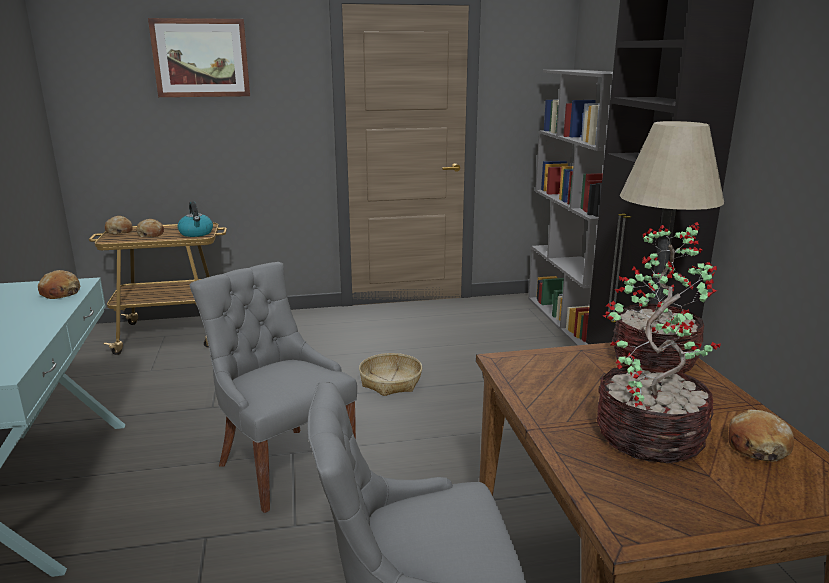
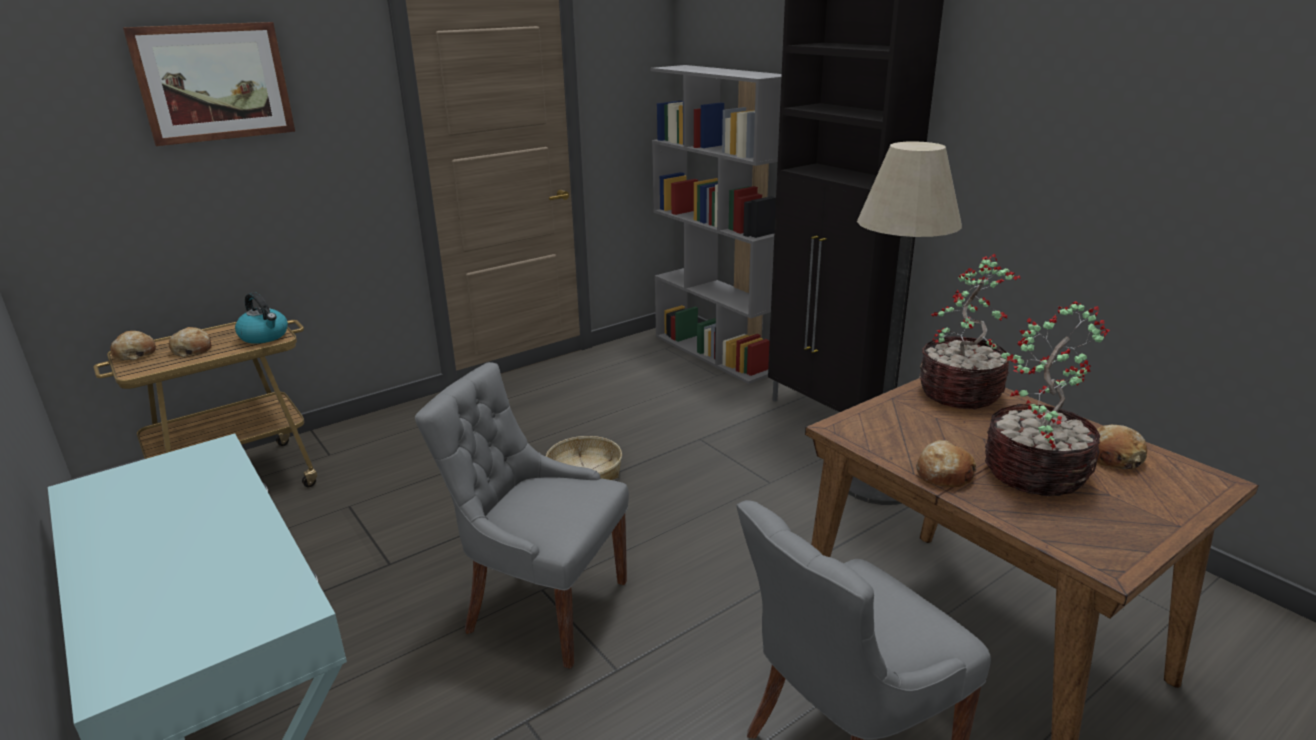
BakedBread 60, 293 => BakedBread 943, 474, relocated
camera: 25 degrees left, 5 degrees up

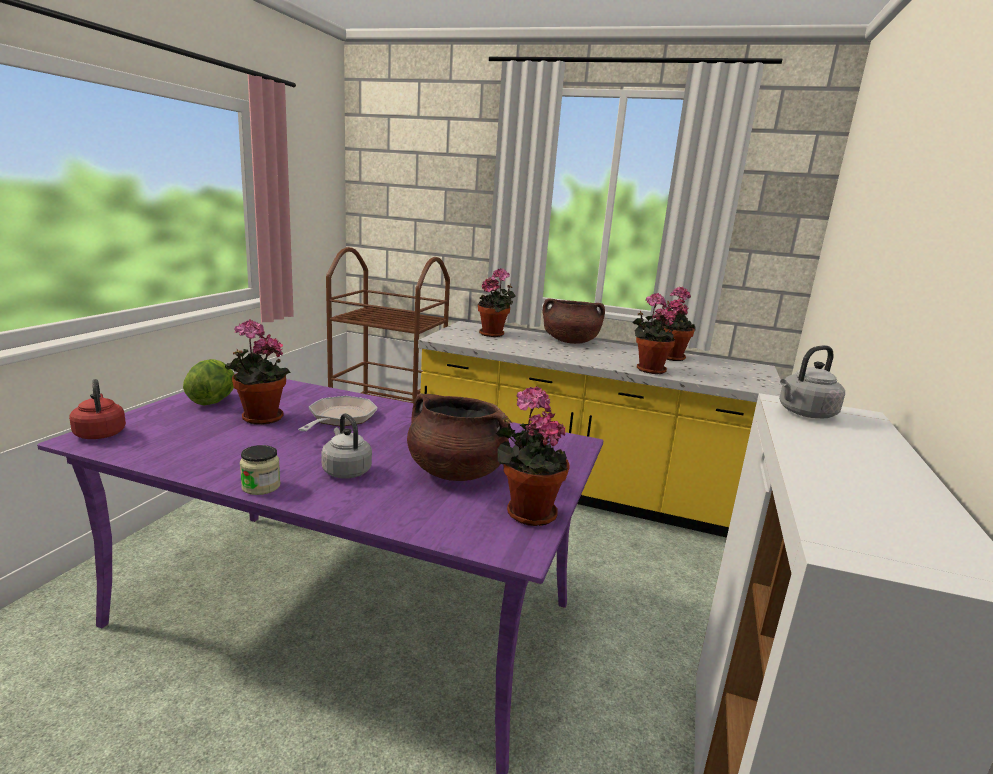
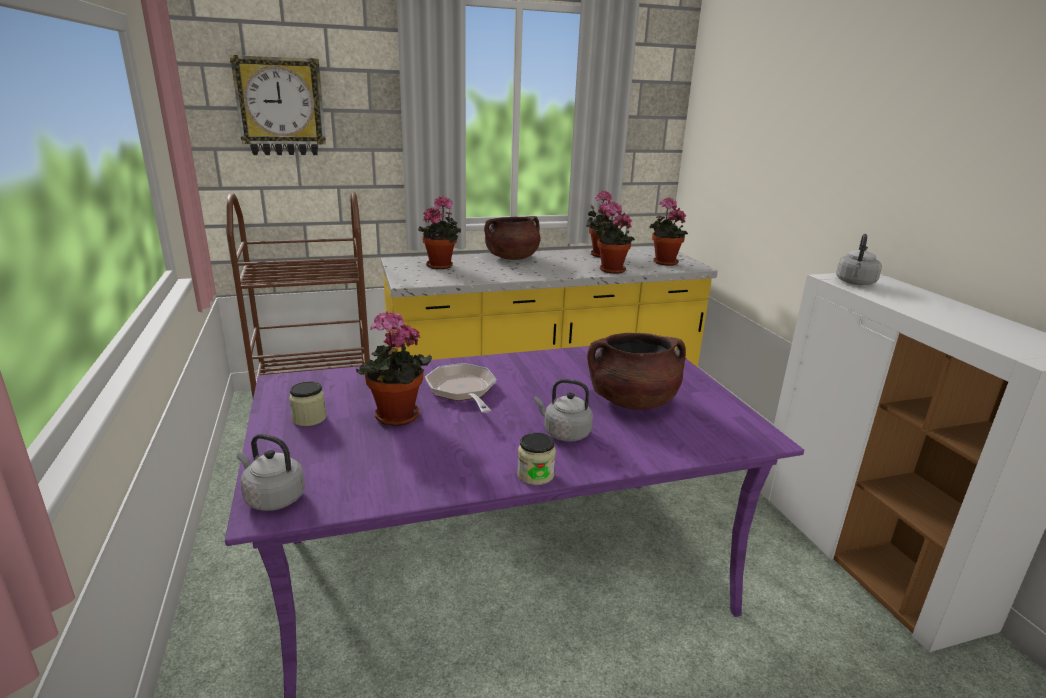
LettuceHead 213, 401 => StorageJar 309, 418
RedWaterKettle 100, 433 => GreyWaterKettle 272, 498
PlantInAPot 527, 512 => PlantInAPot 663, 262, relocated
nothing => WallClock 281, 107
camera: 35 degrees left, 5 degrees up

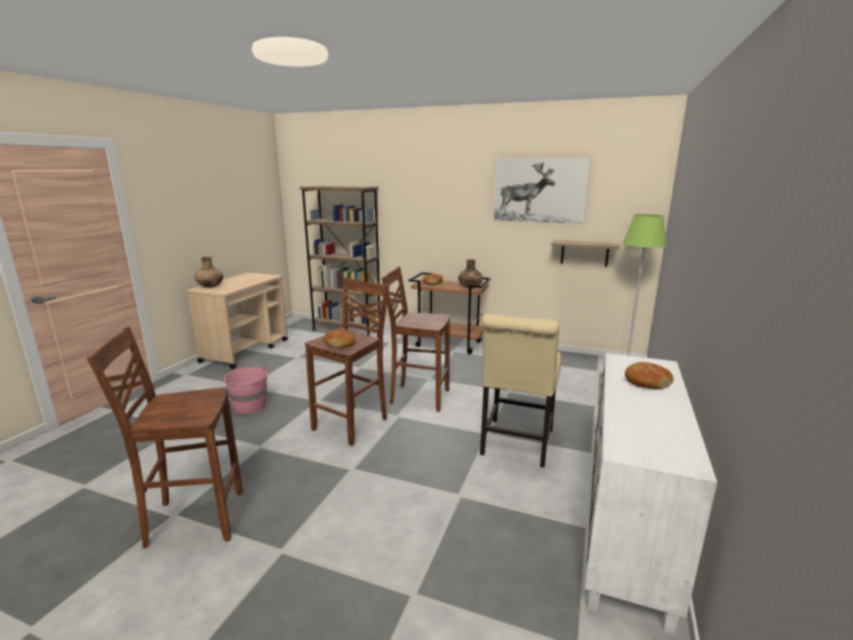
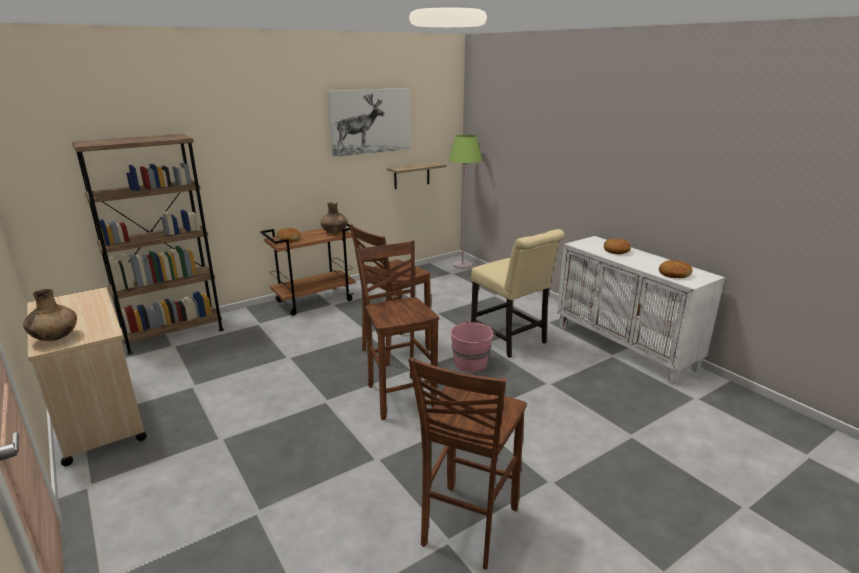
BakedBread 340, 343 => BakedBread 674, 274, relocated
PinkColouredWaterBucket 250, 406 => PinkColouredWaterBucket 471, 363, relocated
camera: 55 degrees left, 5 degrees up

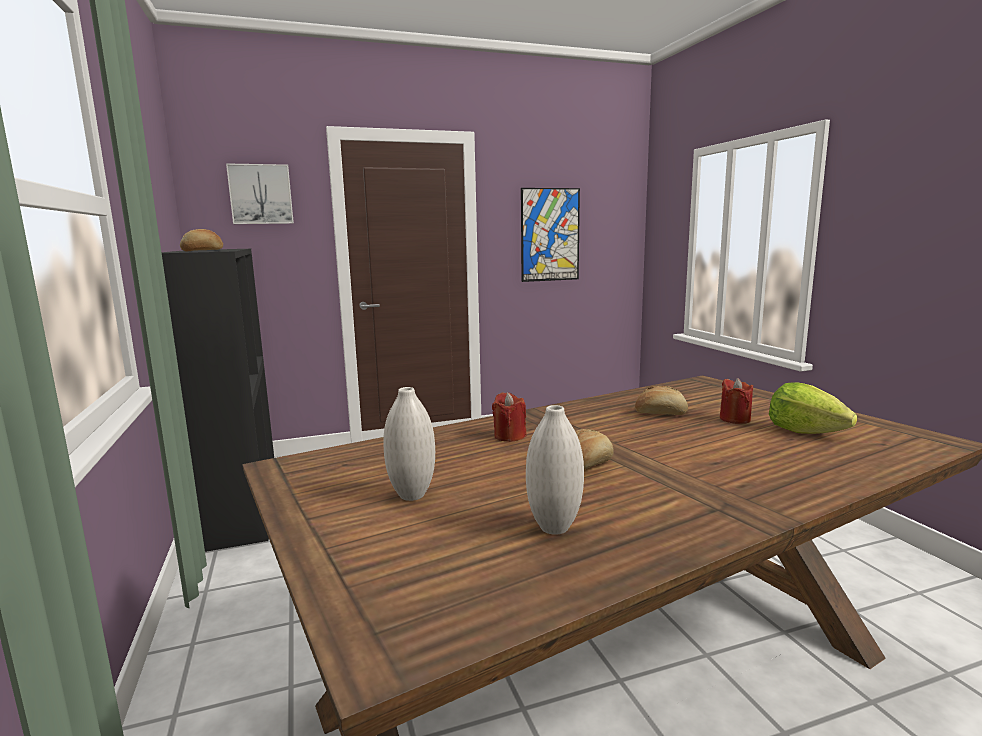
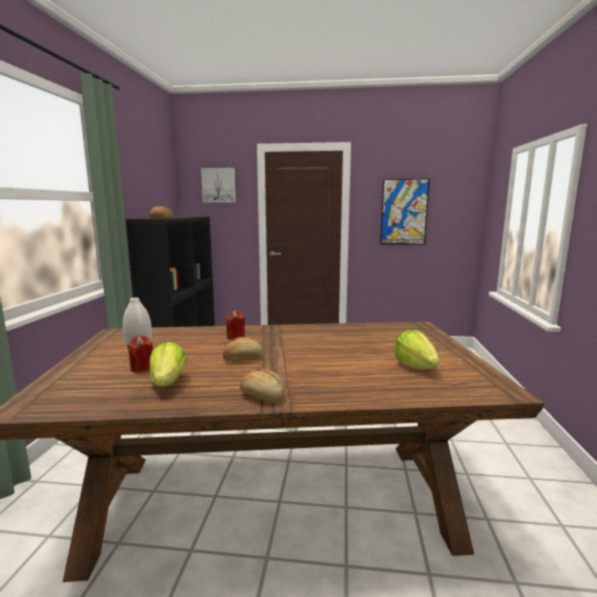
RedWaxLight 734, 419 => RedWaxLight 142, 368, relocated
BakedBread 660, 413 => BakedBread 262, 396, relocated
WhiteVase 554, 528 => LettuceHead 168, 383
camera: 25 degrees right, 0 degrees up

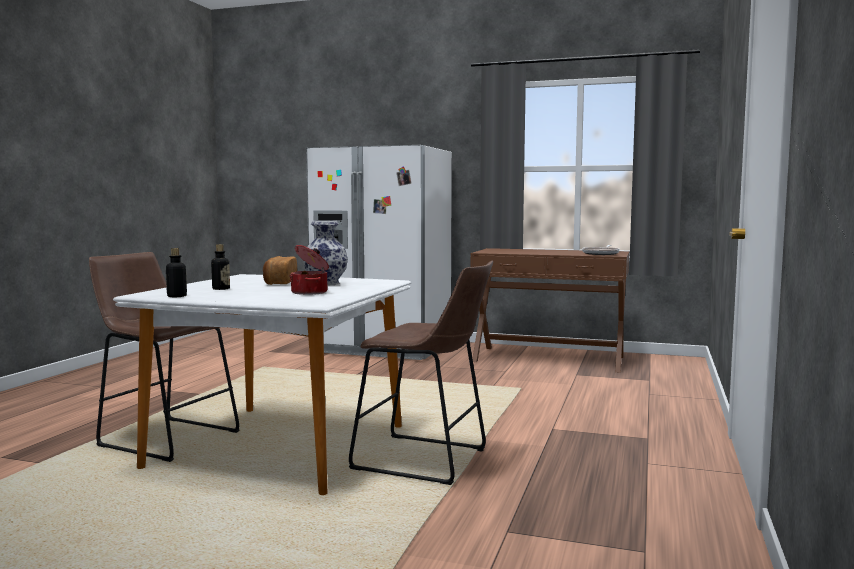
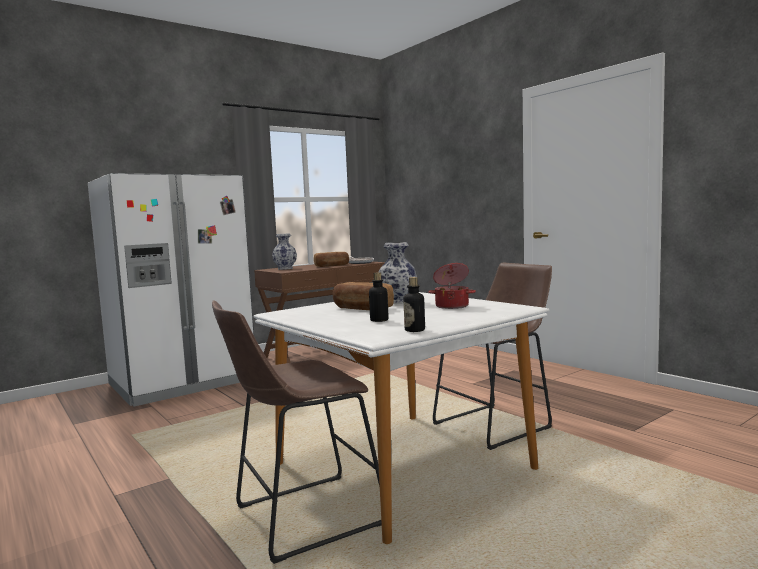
nothing => Vase 284, 268
nothing => BakedBread 332, 266
camera: 55 degrees left, 0 degrees up

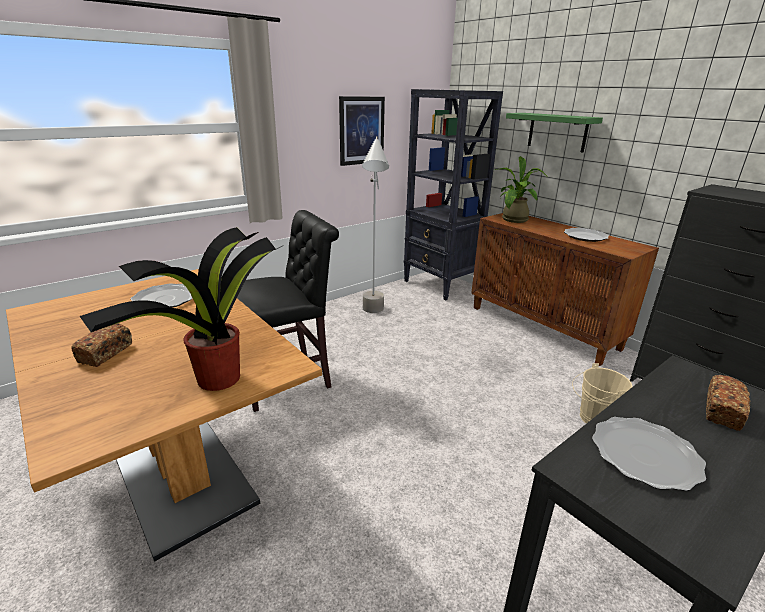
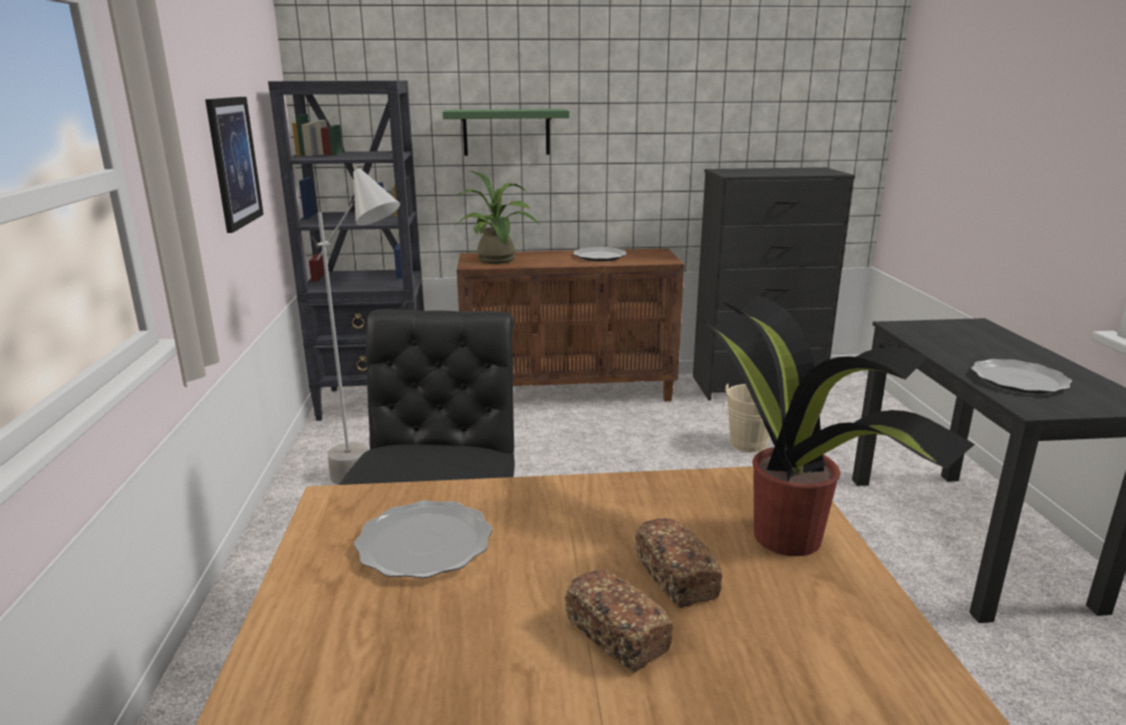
BakedBread 722, 412 => BakedBread 676, 578, relocated
camera: 55 degrees left, 5 degrees down

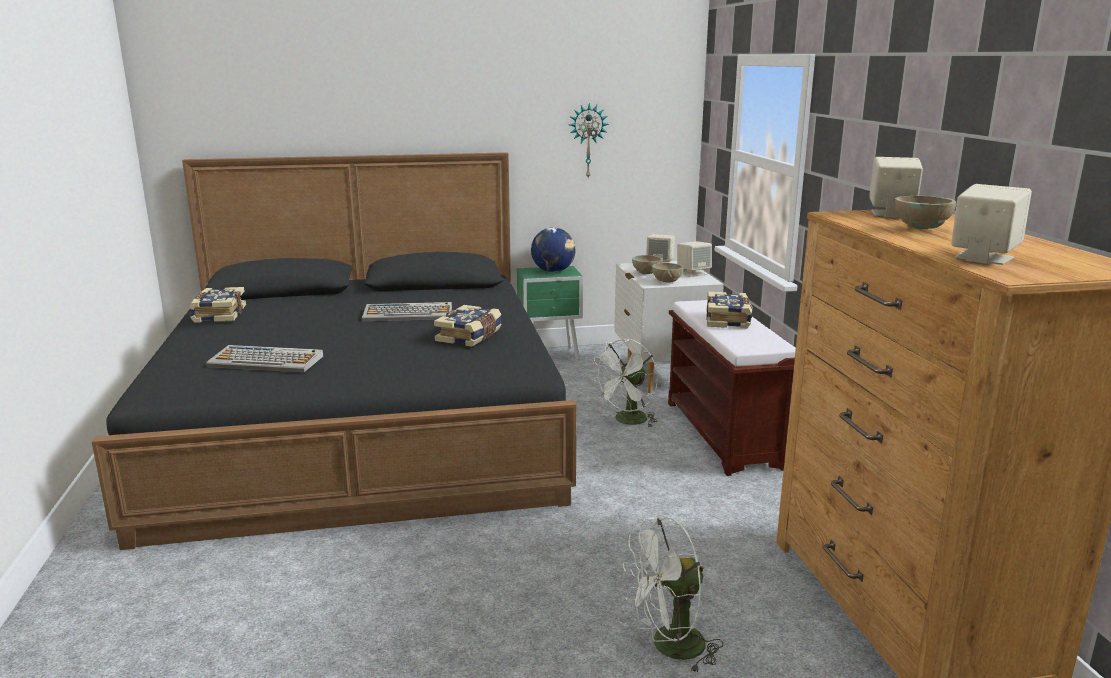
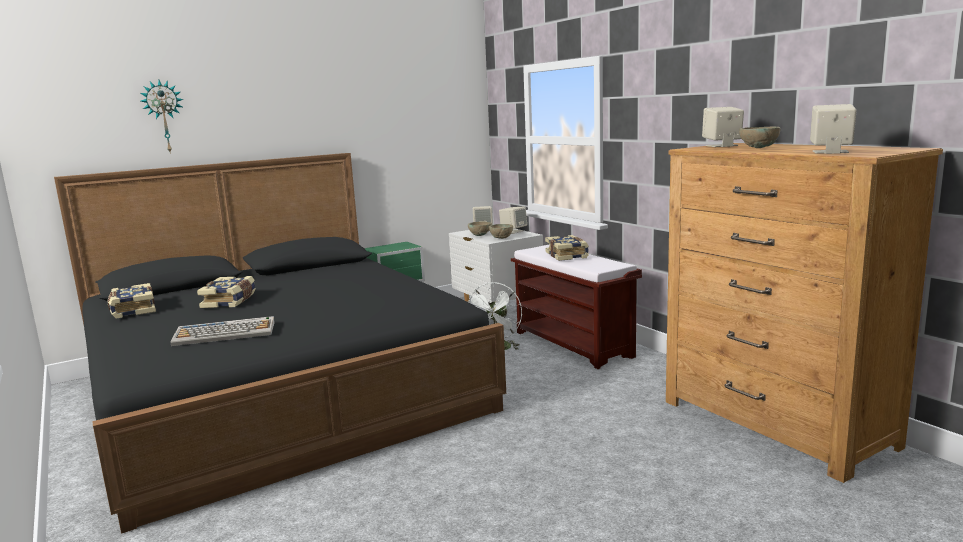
WallClock 587, 141 => WallClock 164, 116, relocated
WorldGlobe 553, 271 => nothing
Keyboard 409, 314 => nothing
Book 470, 336 => Book 230, 301, relocated
WhiteElectricFan 668, 647 => nothing
camera: 20 degrees left, 5 degrees down

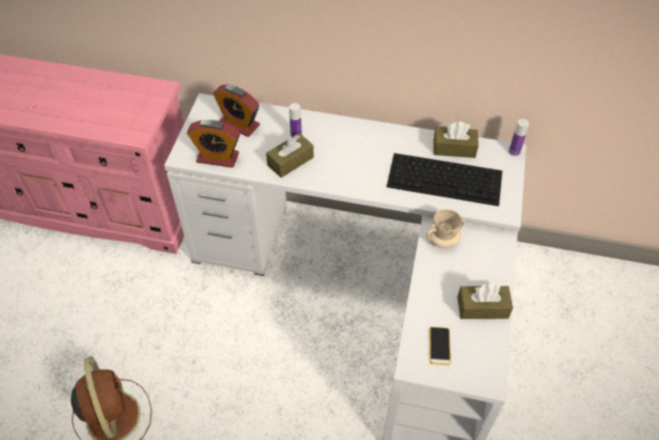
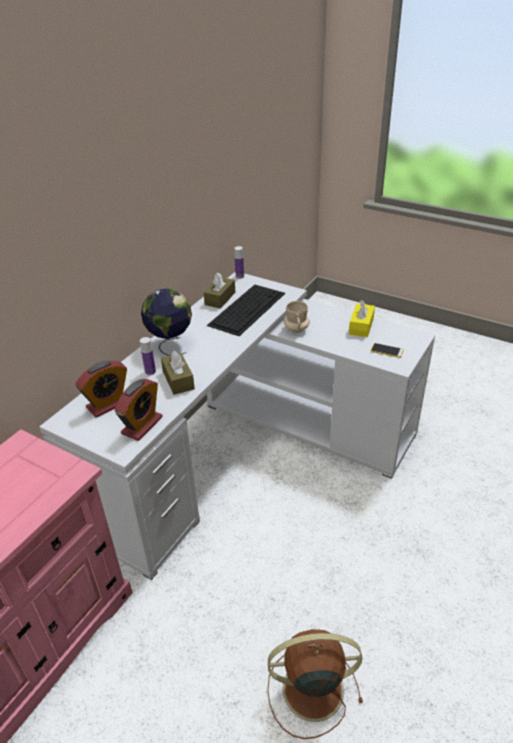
BrownishTissueHolder 482, 307 => YellowColouredTissueHolder 361, 326
nothing => WorldGlobe 170, 345
camera: 70 degrees left, 15 degrees down

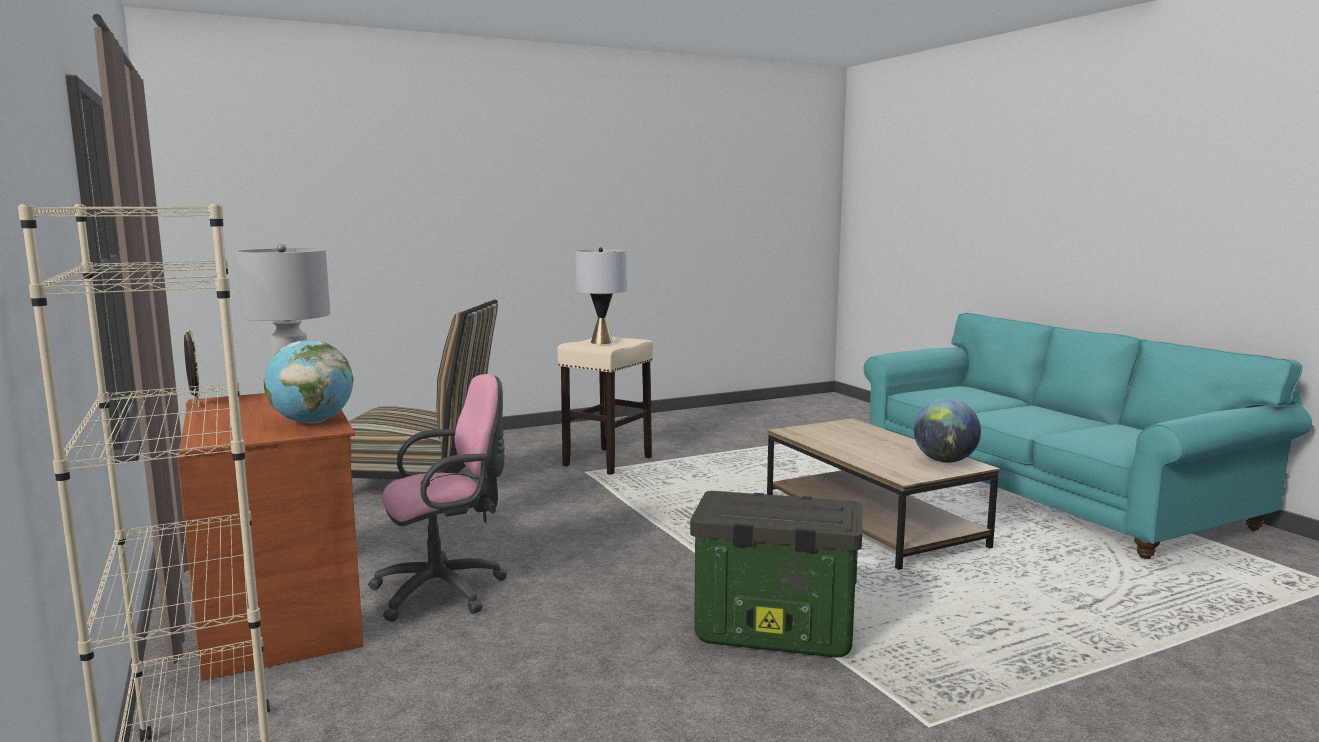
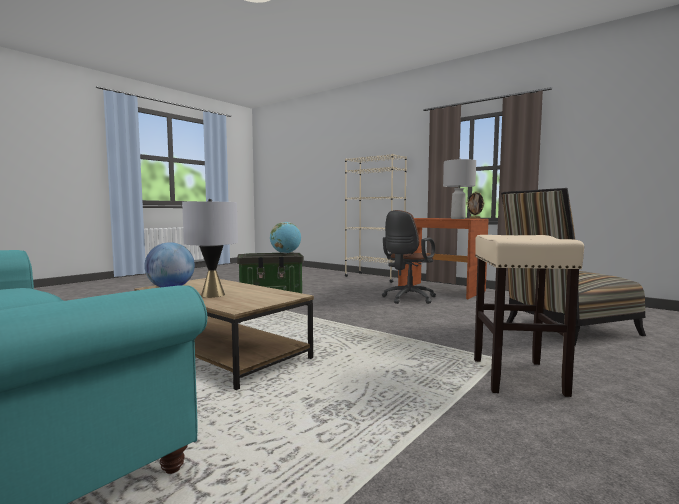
GreyTabletopLamp 602, 342 => GreyTabletopLamp 212, 295, relocated
WorldGlobe 312, 422 => WorldGlobe 285, 253, relocated
PinkColouredDeskChair 446, 591 => BrownishDeskChair 407, 299
camera: 155 degrees right, 5 degrees down

